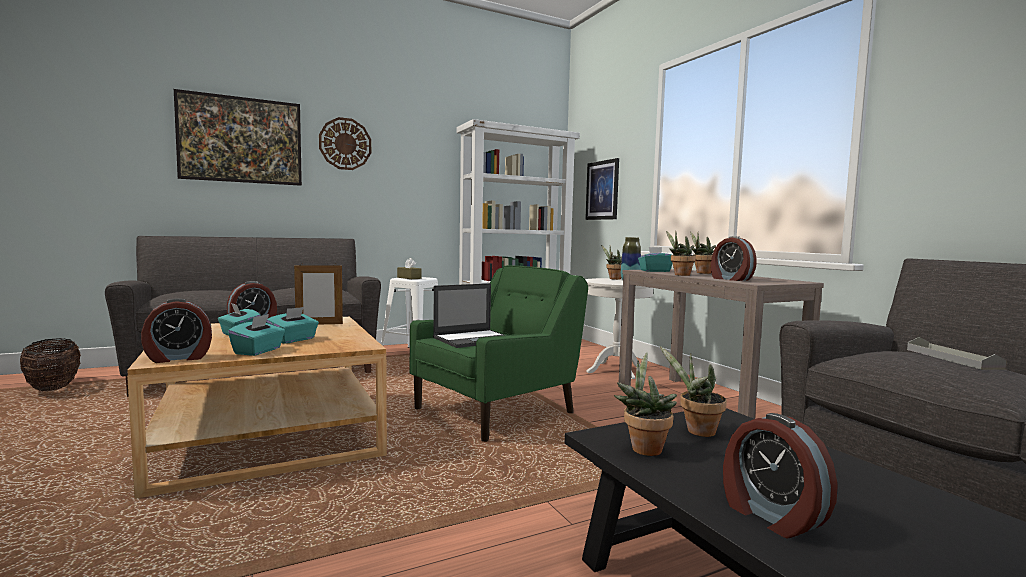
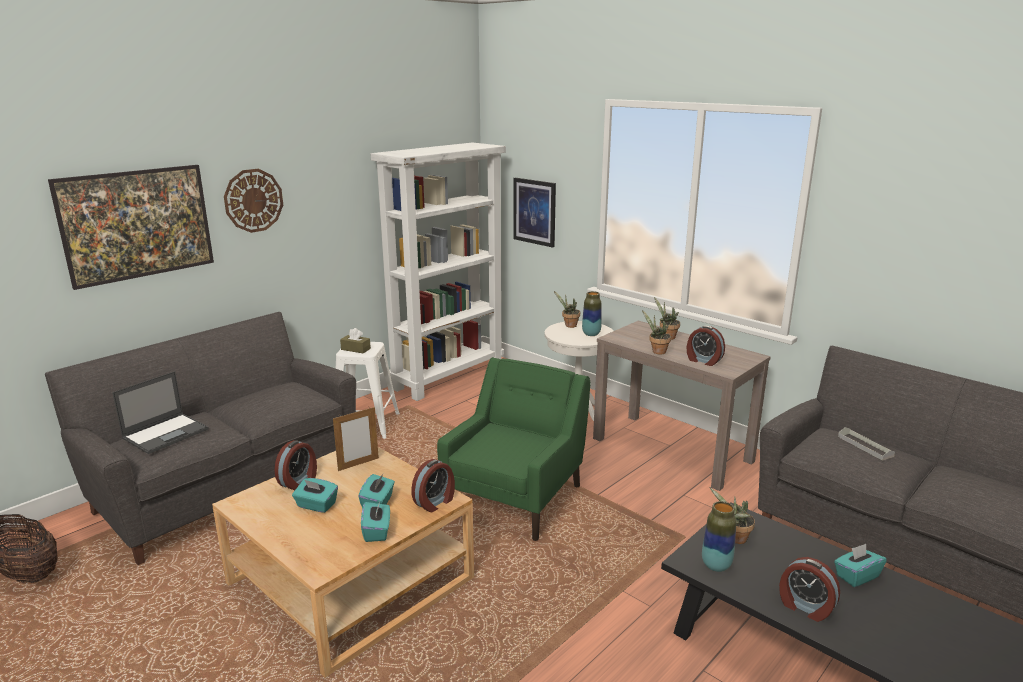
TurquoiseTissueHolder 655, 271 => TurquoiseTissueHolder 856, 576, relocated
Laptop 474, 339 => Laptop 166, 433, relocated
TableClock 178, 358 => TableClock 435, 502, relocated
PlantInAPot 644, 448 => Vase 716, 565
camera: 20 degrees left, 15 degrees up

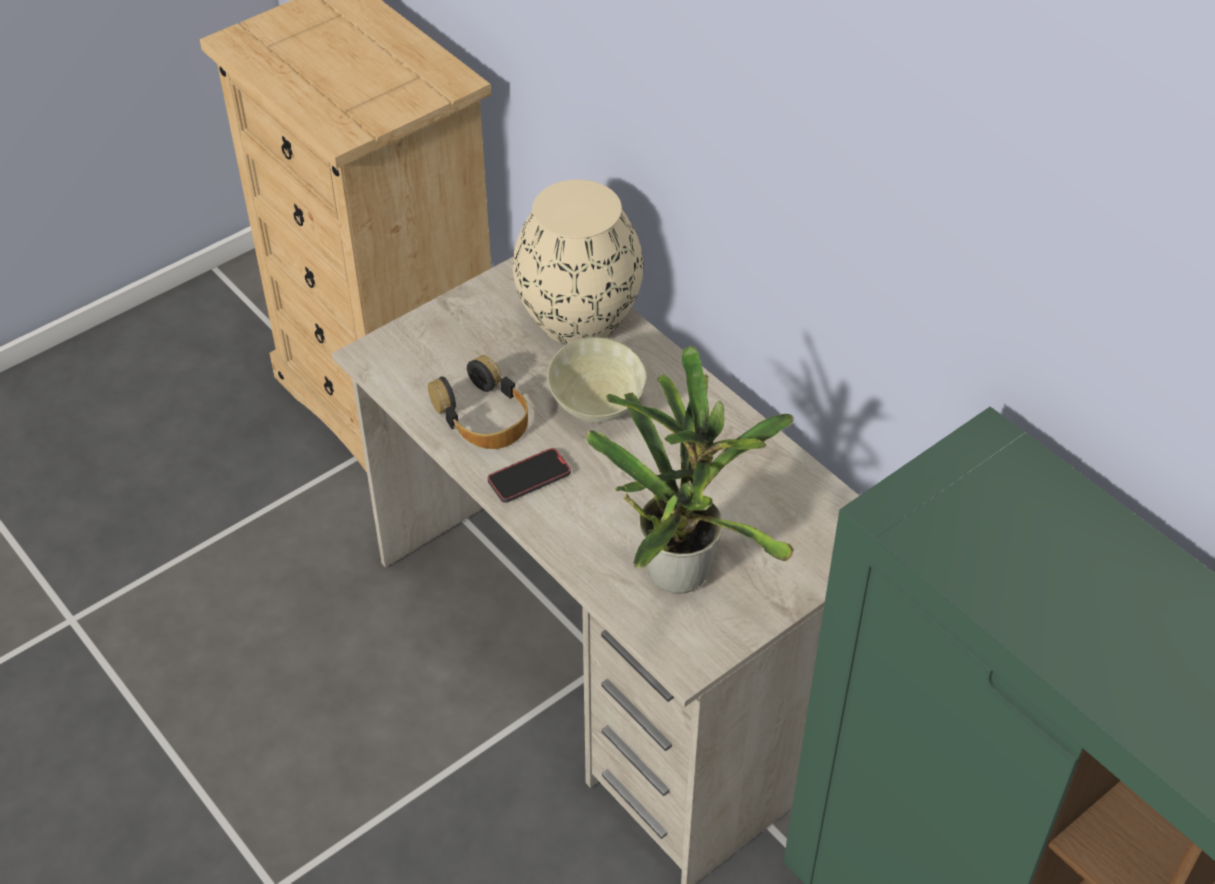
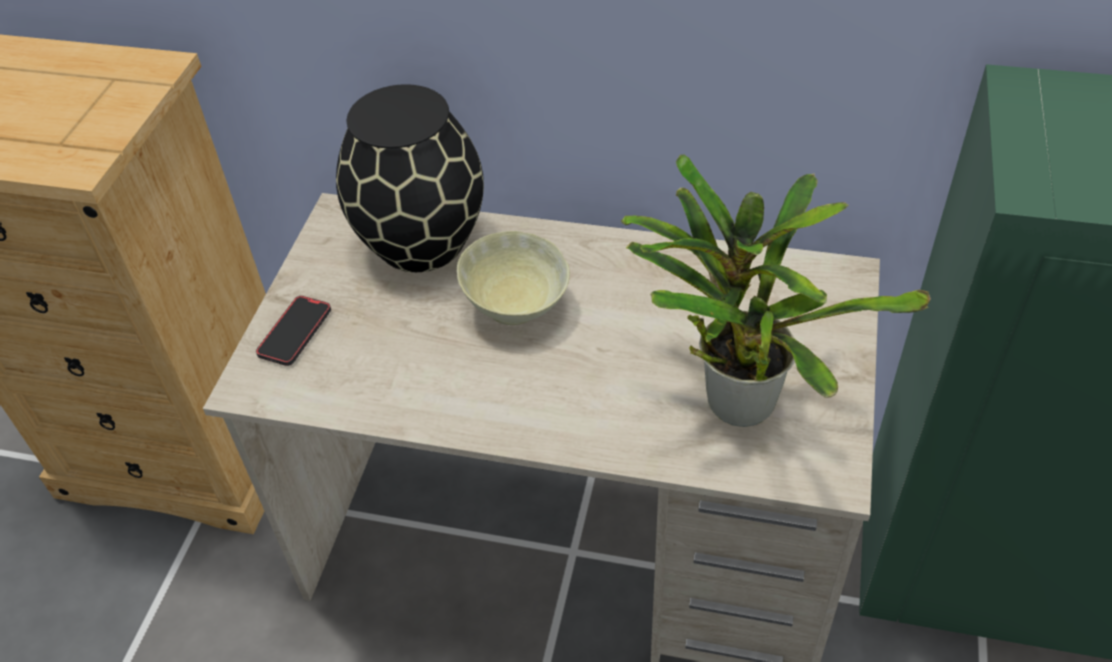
BeigeColouredVase 578, 318 => BlackVase 420, 242
Headset 483, 416 => nothing
Telephone 529, 478 => Telephone 295, 333, relocated
camera: 35 degrees left, 0 degrees up

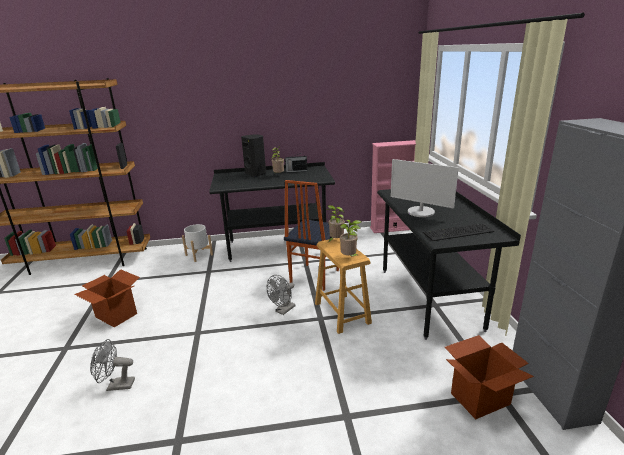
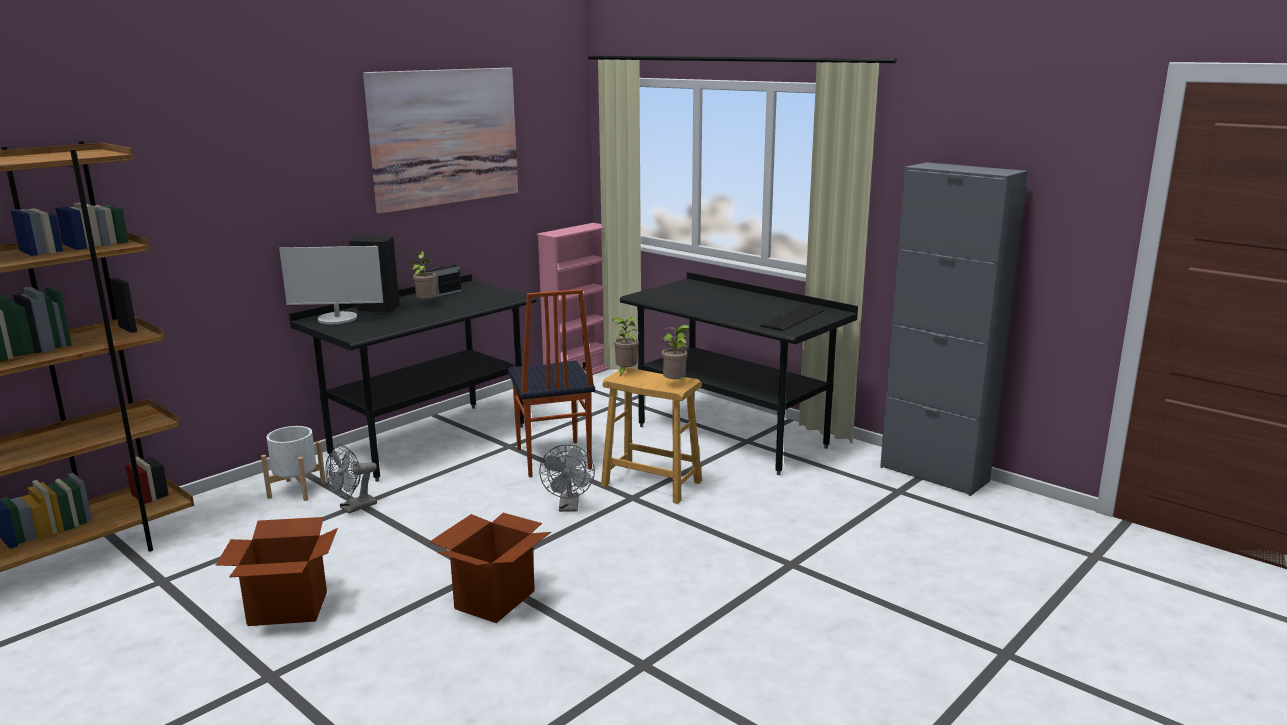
ComputerScreen 421, 212 => ComputerScreen 337, 319, relocated
PackingBox 480, 398 => PackingBox 495, 599, relocated
GreyElectricFan 116, 386 => GreyElectricFan 353, 508, relocated
nothing => WallArt 445, 137
camera: 40 degrees left, 5 degrees down

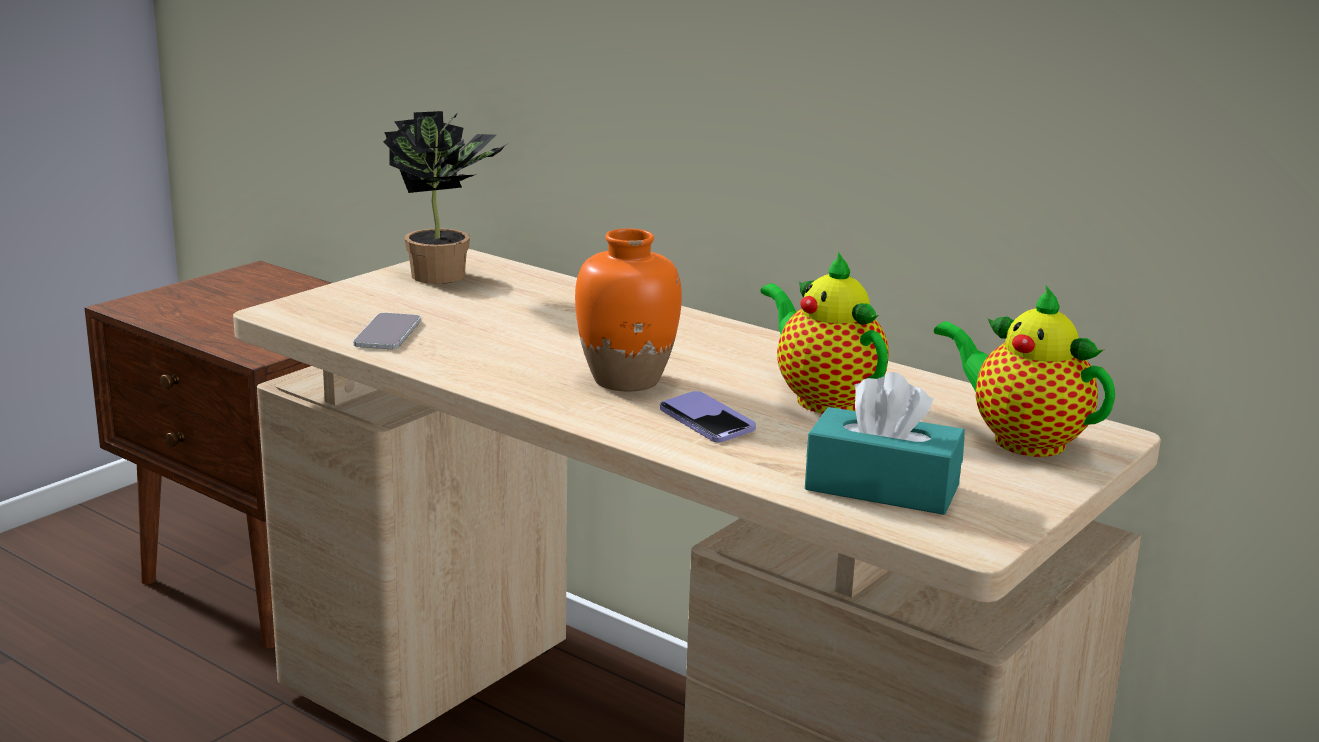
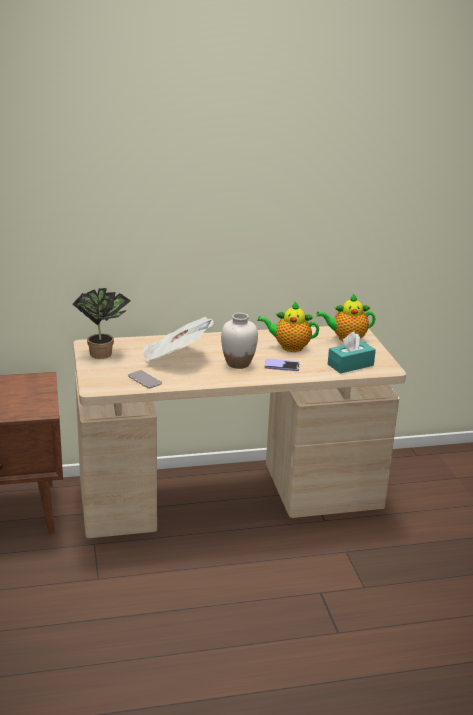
OrangeVase 626, 379 => WhiteVase 238, 363
nothing => PrintedPaper 175, 356
camera: 50 degrees left, 5 degrees up

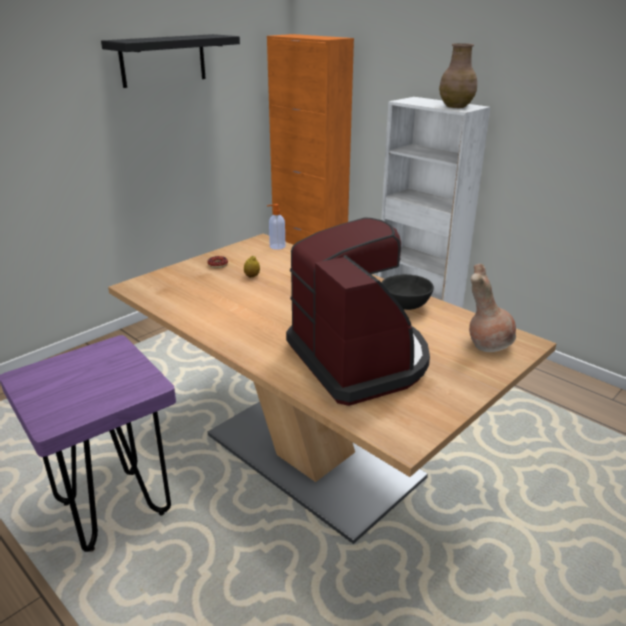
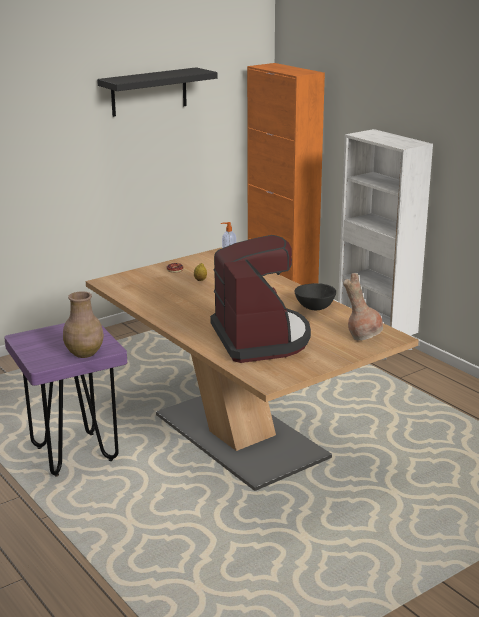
BrownishVase 456, 106 => BrownishVase 85, 353, relocated
camera: 10 degrees right, 5 degrees down

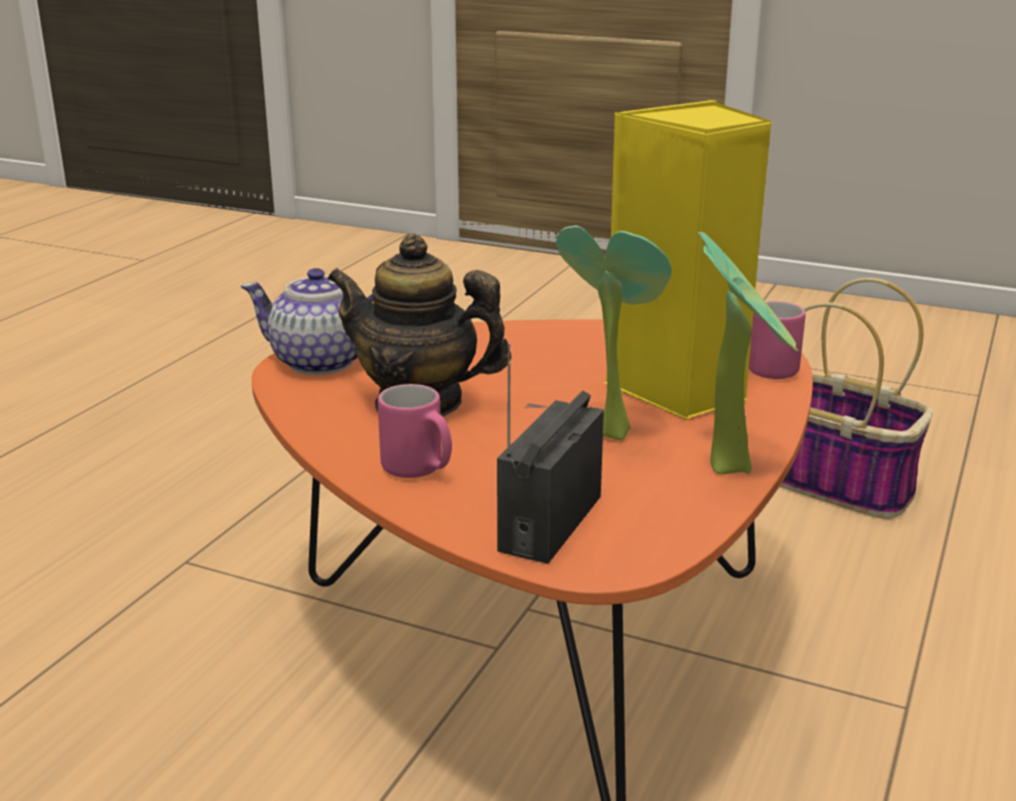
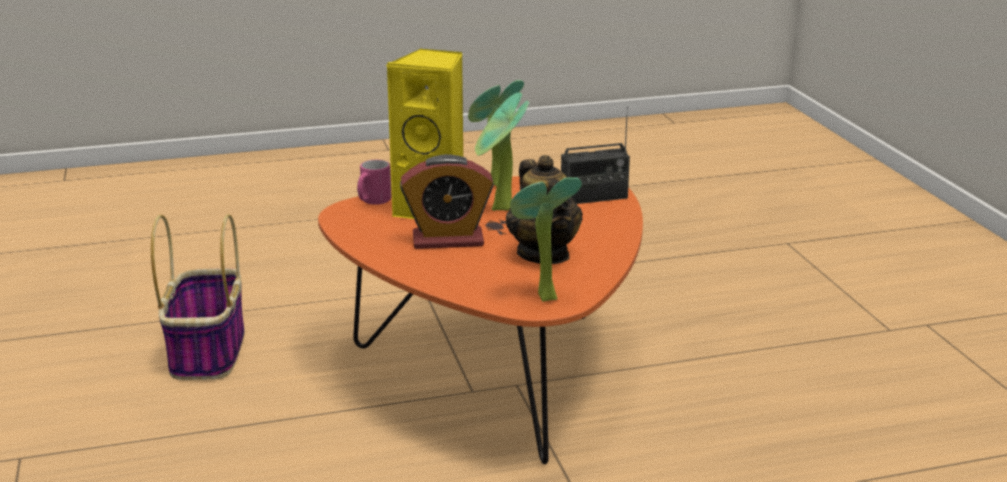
PotForTea 322, 362 => PlantInAPot 541, 297
PinkColouredMug 419, 470 => nothing
nothing => TableClock 448, 240
camera: 130 degrees left, 0 degrees up

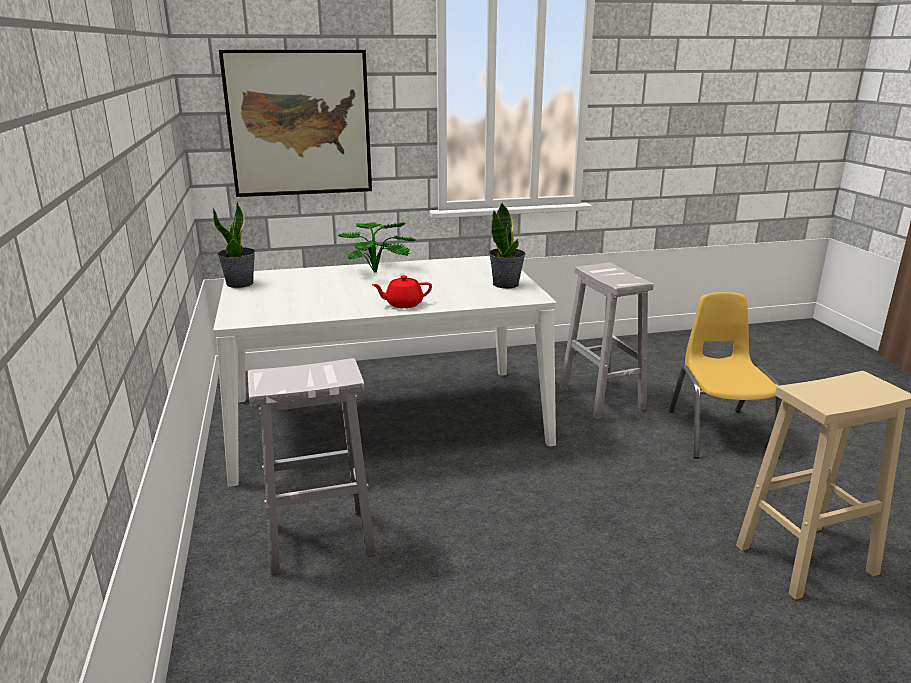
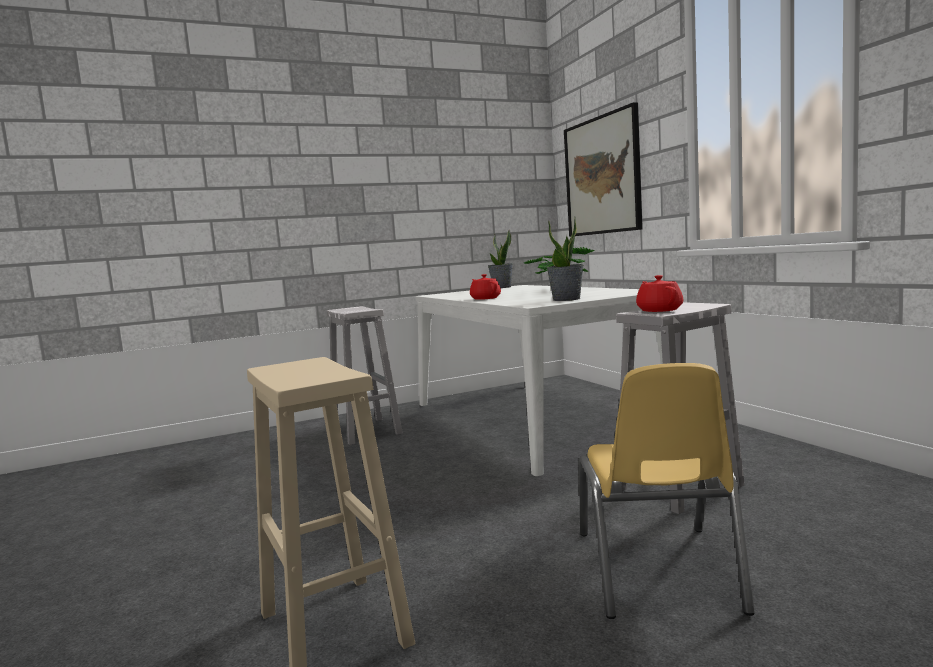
YellowColouredChair 719, 433 => YellowColouredChair 657, 570, 105 degrees clockwise
nothing => RedPotForTea 659, 310
camera: 80 degrees right, 15 degrees down

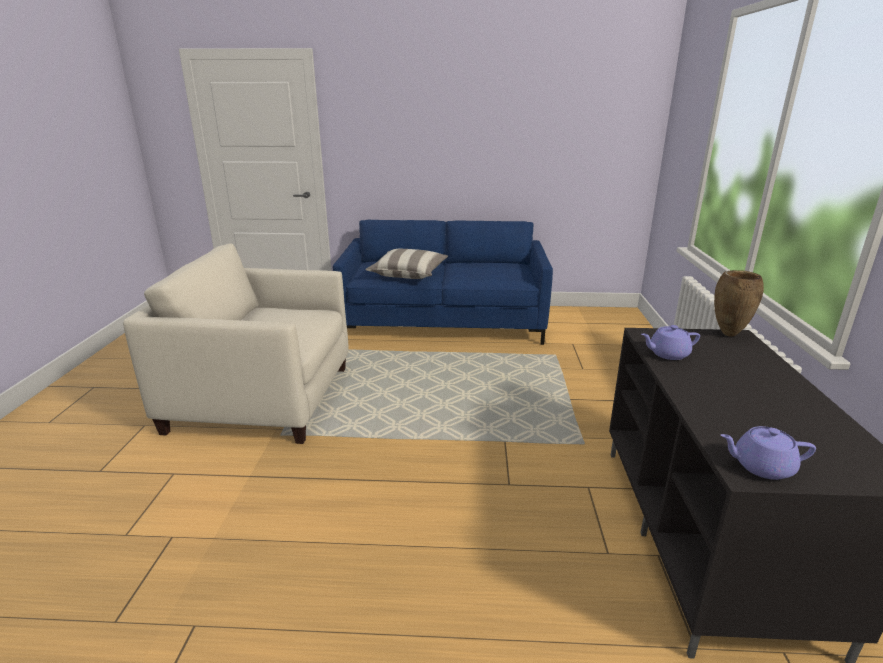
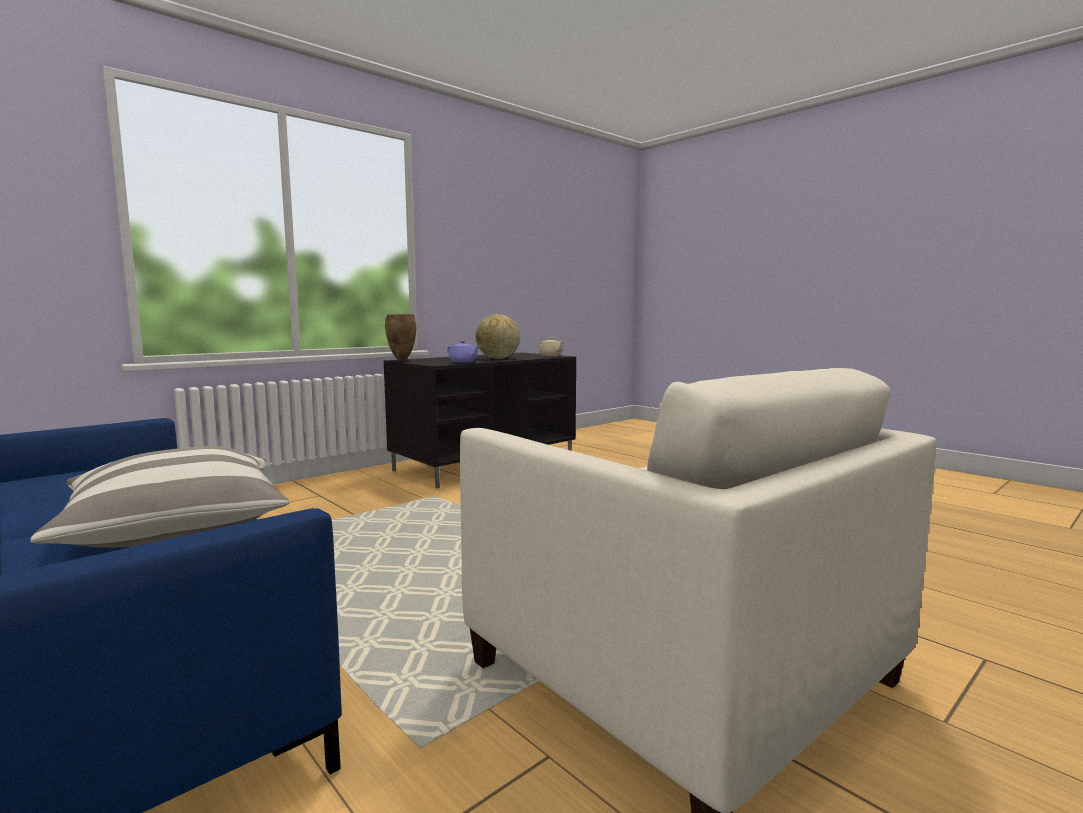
PurplePotForTea 761, 467 => BeigeColouredPotForTea 551, 356
nothing => WorldGlobe 498, 358
camera: 135 degrees left, 15 degrees down

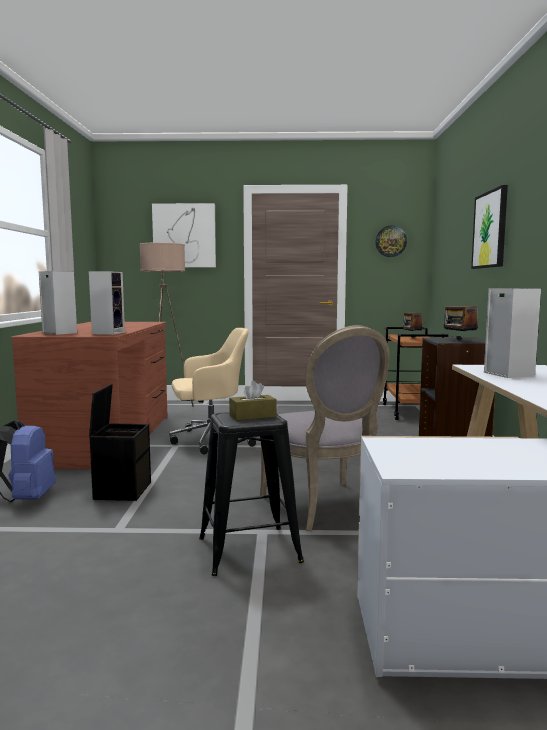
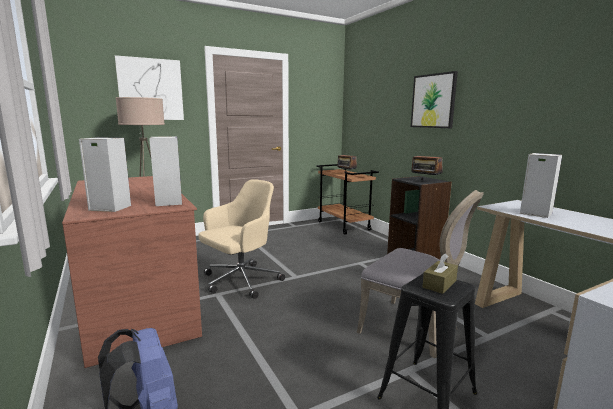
WallClock 390, 241 => nothing
BlackStorageContainer 122, 490 => nothing
camera: 30 degrees left, 5 degrees up

